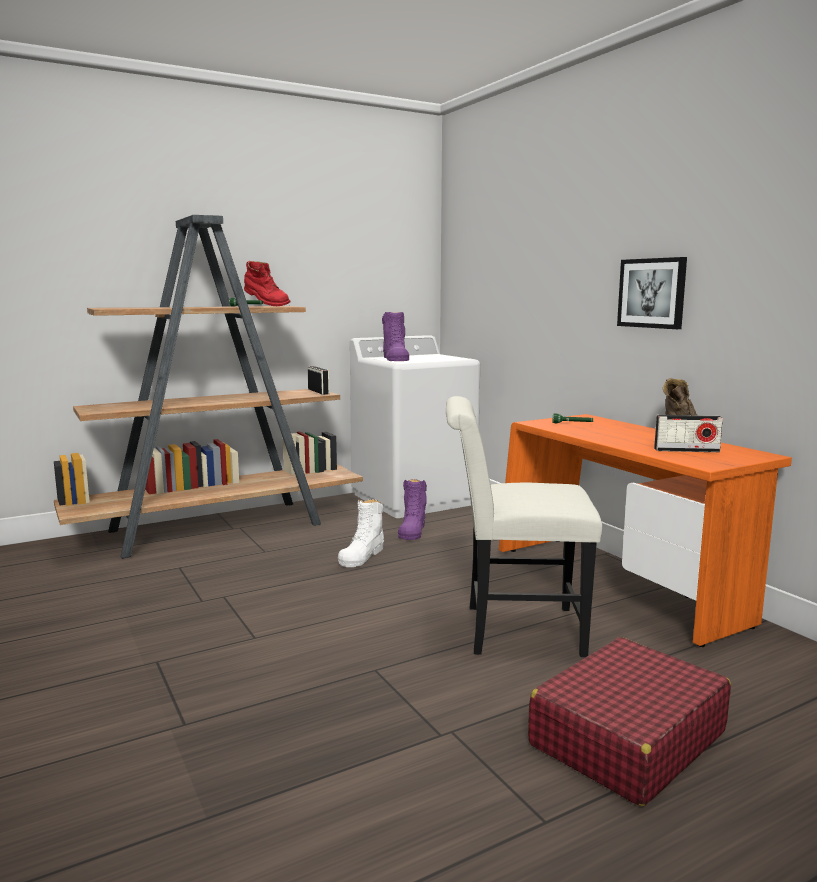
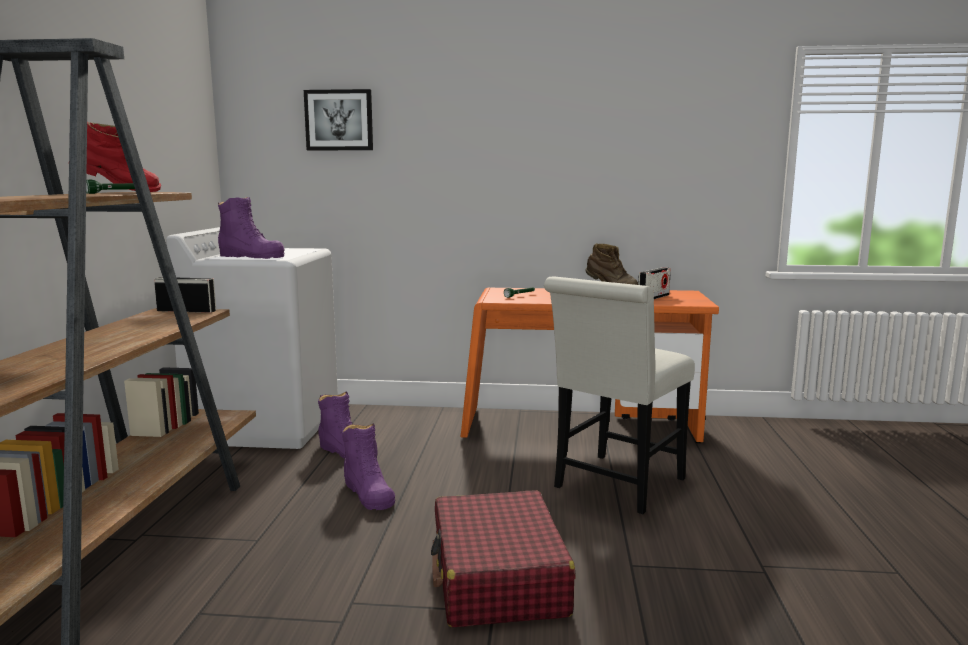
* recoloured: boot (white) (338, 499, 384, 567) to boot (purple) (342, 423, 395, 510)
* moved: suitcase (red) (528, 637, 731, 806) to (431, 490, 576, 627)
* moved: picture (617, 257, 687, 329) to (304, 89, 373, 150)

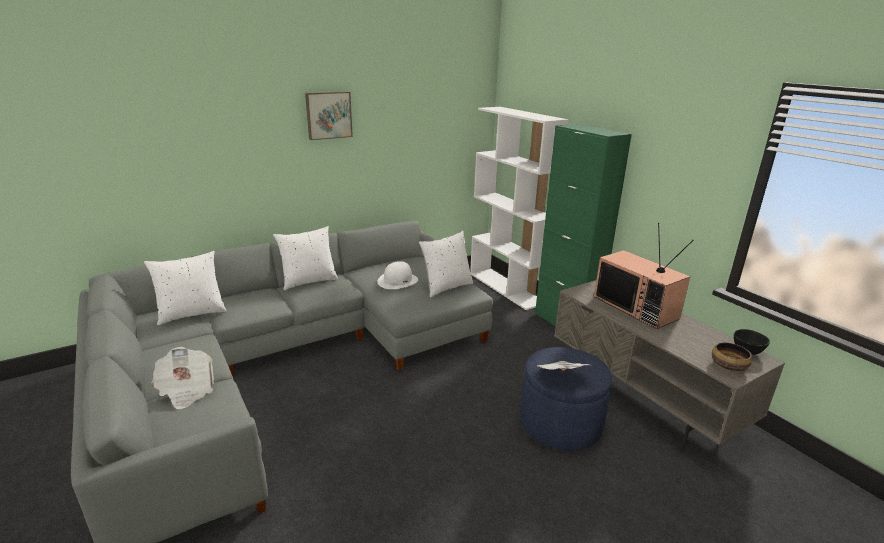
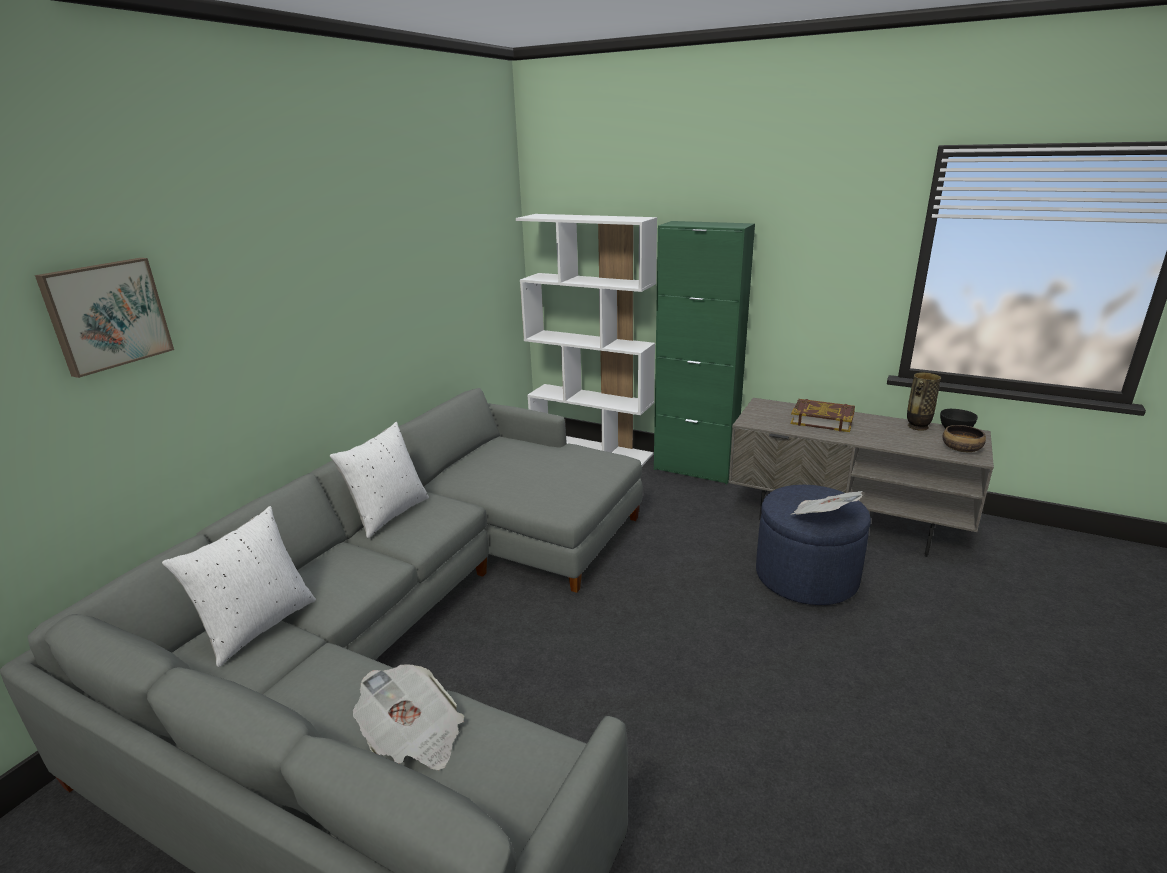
* moved: picture (305, 91, 353, 140) to (35, 258, 174, 378)
* removed: hat (white) (378, 261, 418, 289)
* removed: pillow (white) (419, 231, 473, 297)
* replaced: television (594, 223, 694, 329) to book (791, 399, 855, 432)
* added: vase (907, 372, 941, 431)

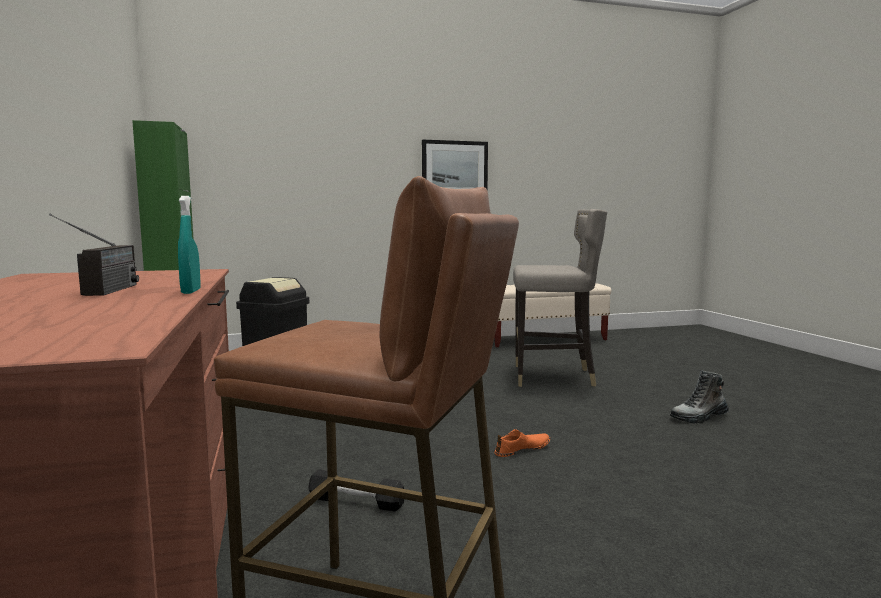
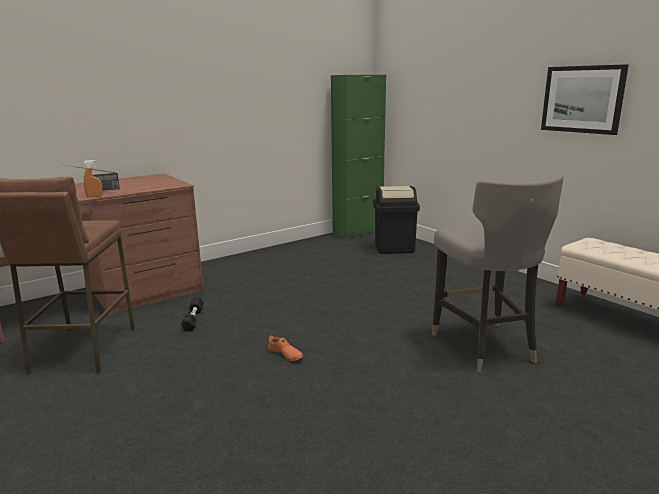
* recoloured: spray bottle (turquoise) (178, 196, 200, 294) to spray bottle (orange) (84, 160, 103, 198)
* removed: boot (670, 370, 729, 423)

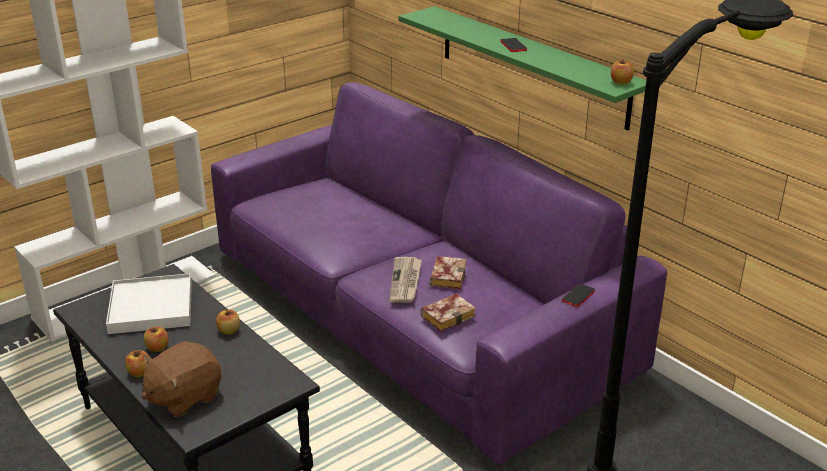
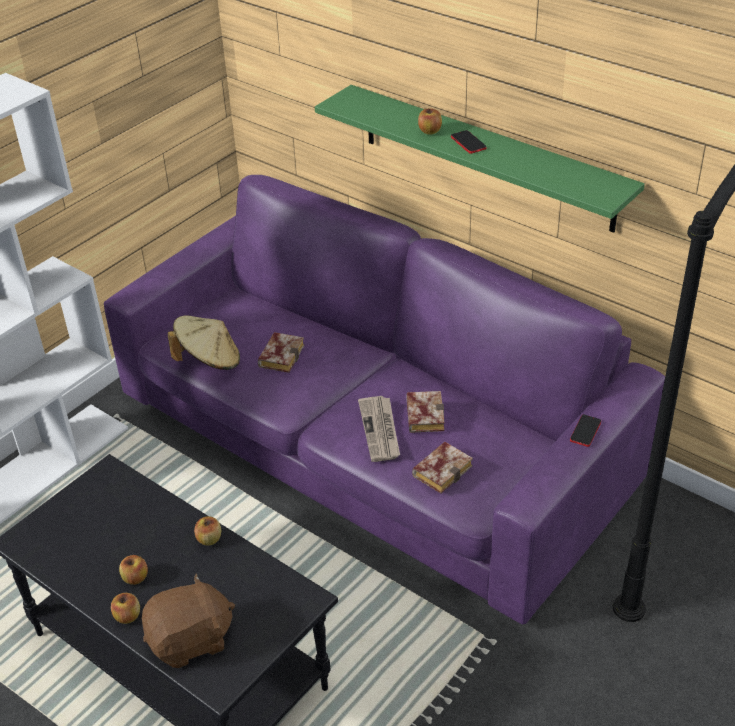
* removed: tray (white) (106, 273, 192, 334)
* turned: plush toy (brown) (142, 341, 221, 417) = (142, 573, 235, 668) 150 degrees counterclockwise
* moved: apple (611, 59, 634, 85) to (418, 108, 442, 135)
* added: hat (beige) (168, 316, 240, 370)
* added: book (258, 332, 304, 373)

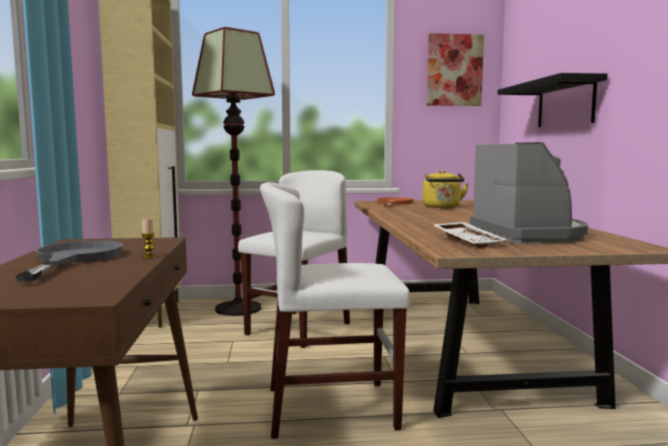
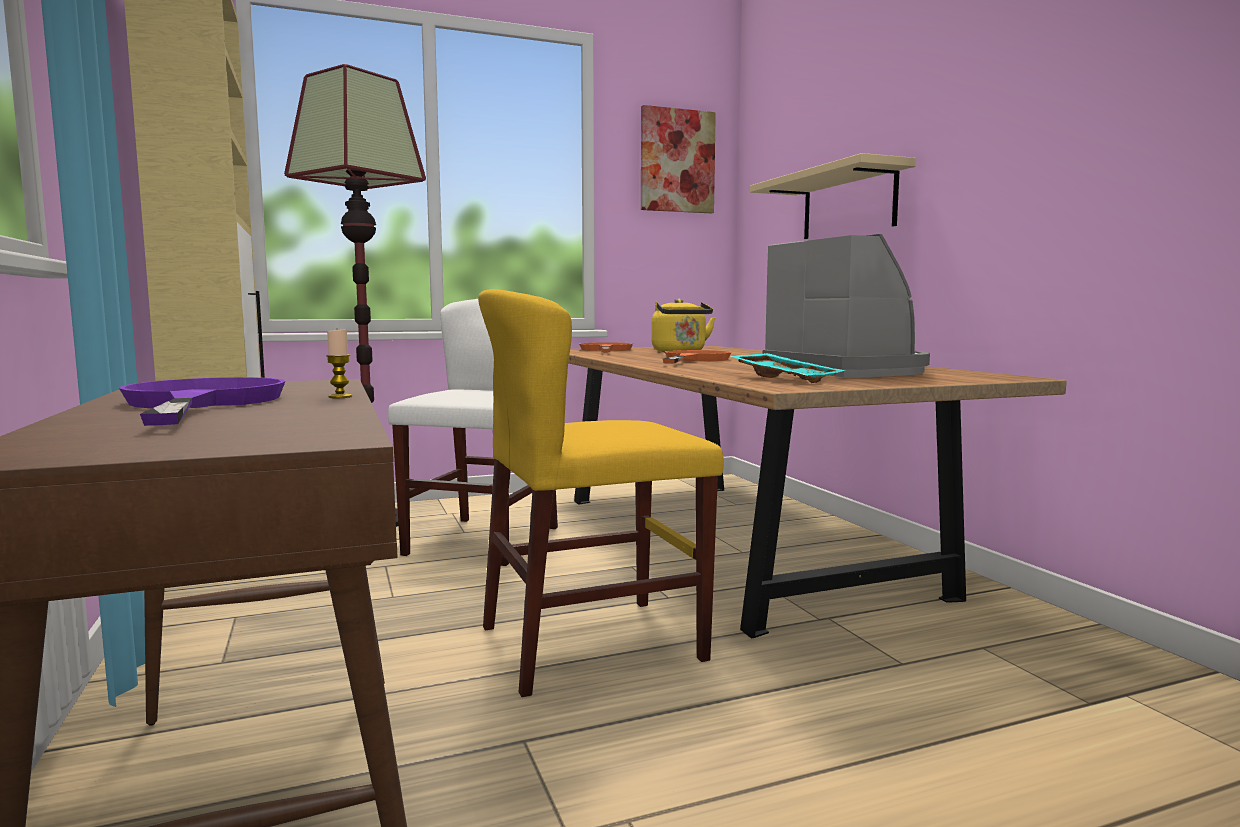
* recoloured: frying pan (grey) (15, 240, 123, 282) to frying pan (purple) (119, 377, 286, 426)
* recoloured: chair (white) (260, 182, 411, 439) to chair (yellow) (478, 289, 724, 697)
* recoloured: tray (white) (433, 222, 508, 248) to tray (turquoise) (730, 353, 846, 383)
* recoloured: shelf (black) (497, 73, 608, 127) to shelf (beige) (750, 153, 916, 239)
* added: frying pan (orange) (663, 350, 731, 364)

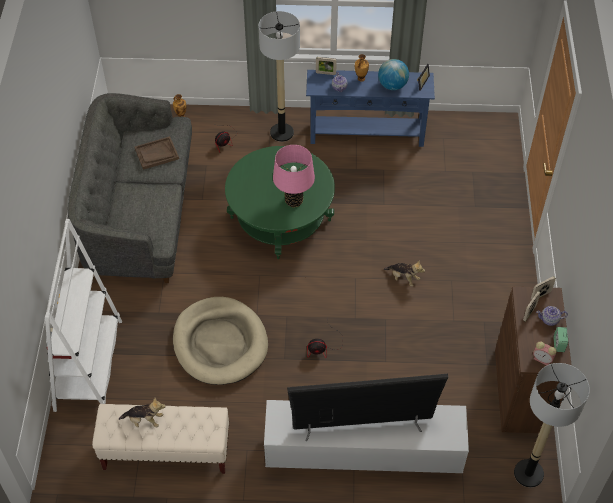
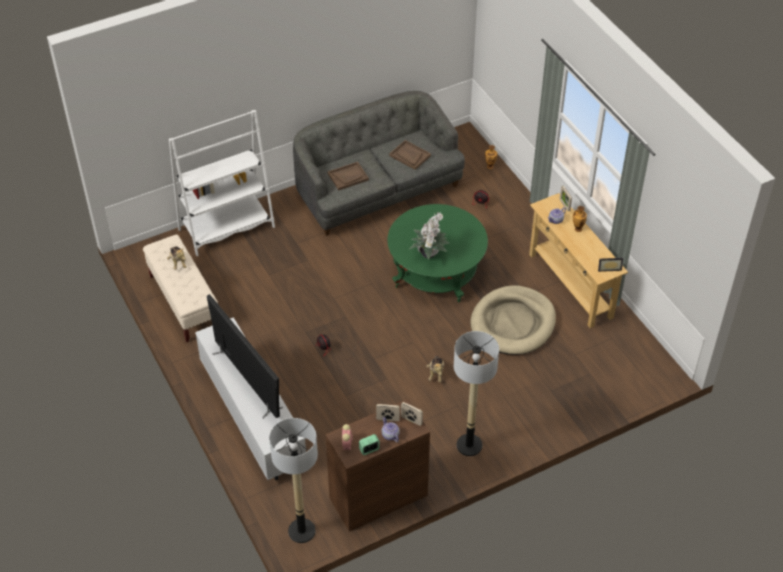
* moved: dog bed (beige) (173, 297, 268, 385) to (470, 285, 556, 355)
* moved: floor lamp (259, 11, 300, 142) to (454, 331, 499, 456)
* replaced: table lamp (pink) (273, 145, 315, 207) to potted plant (410, 212, 450, 260)
* recoloured: console table (blue) (306, 70, 435, 147) to console table (beige) (529, 193, 628, 328)
* removed: globe (378, 59, 409, 90)
* added: tray (brown) (328, 162, 369, 191)

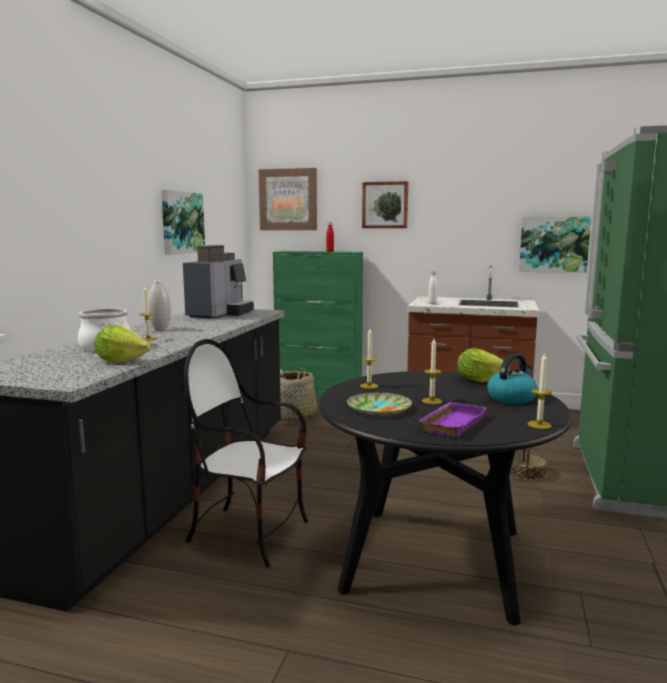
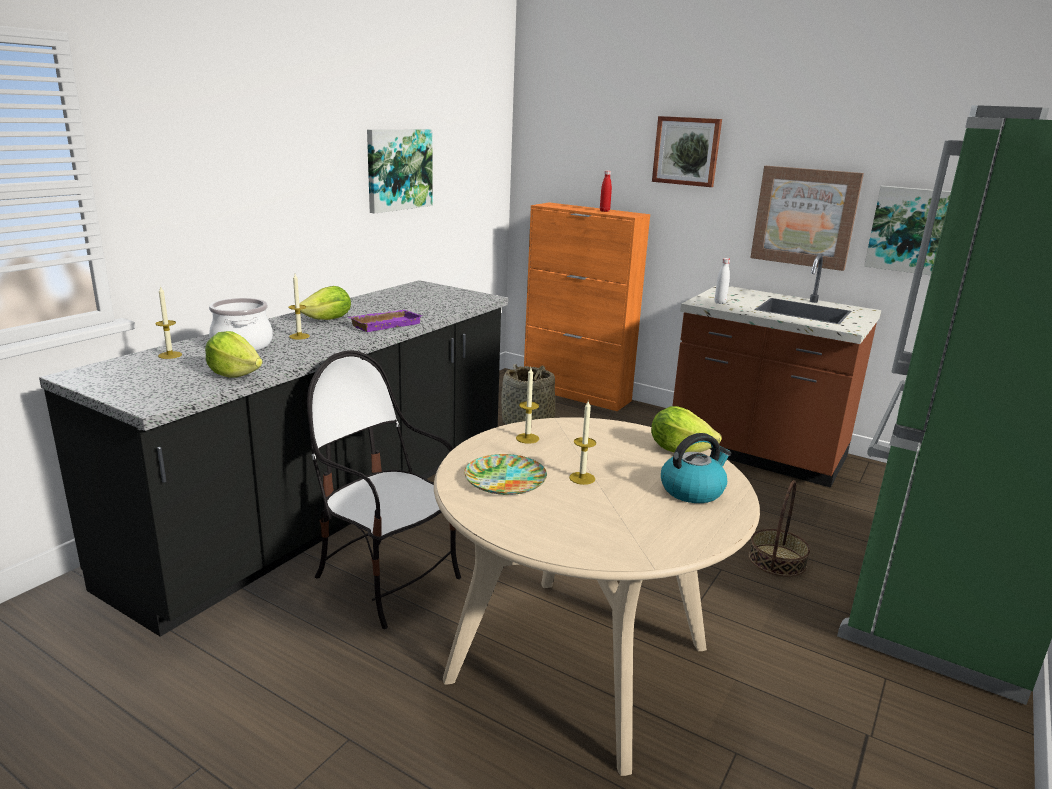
* replaced: vase (white) (148, 280, 171, 331) to lettuce (299, 286, 351, 320)
* removed: coffee machine (183, 245, 254, 319)
* moved: picture (259, 168, 317, 230) to (750, 166, 864, 271)
* recoloured: cabinet (green) (273, 251, 363, 398) to cabinet (orange) (524, 202, 650, 411)
* recoloured: dining table (black) (318, 371, 572, 626) to dining table (beige) (434, 417, 760, 776)
* moved: tray (purple) (418, 402, 487, 437) to (349, 310, 422, 332)
* moved: candle (528, 353, 552, 429) to (155, 285, 182, 359)

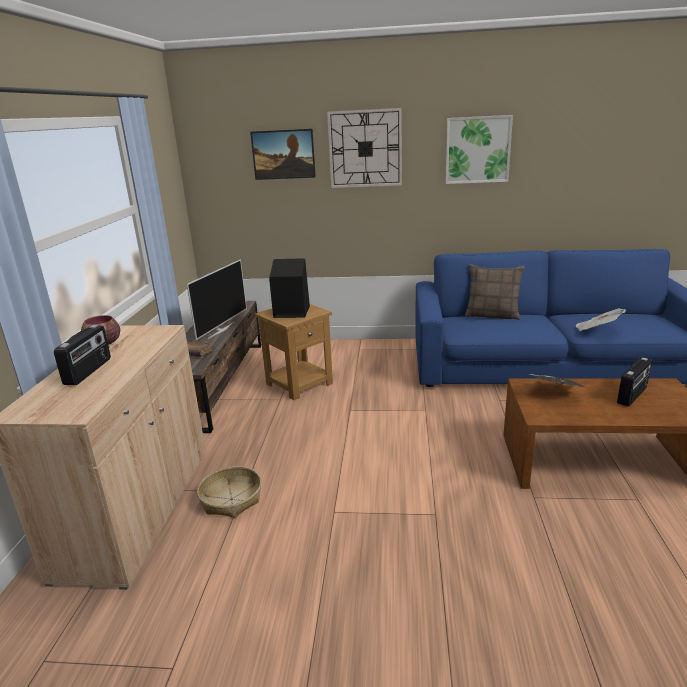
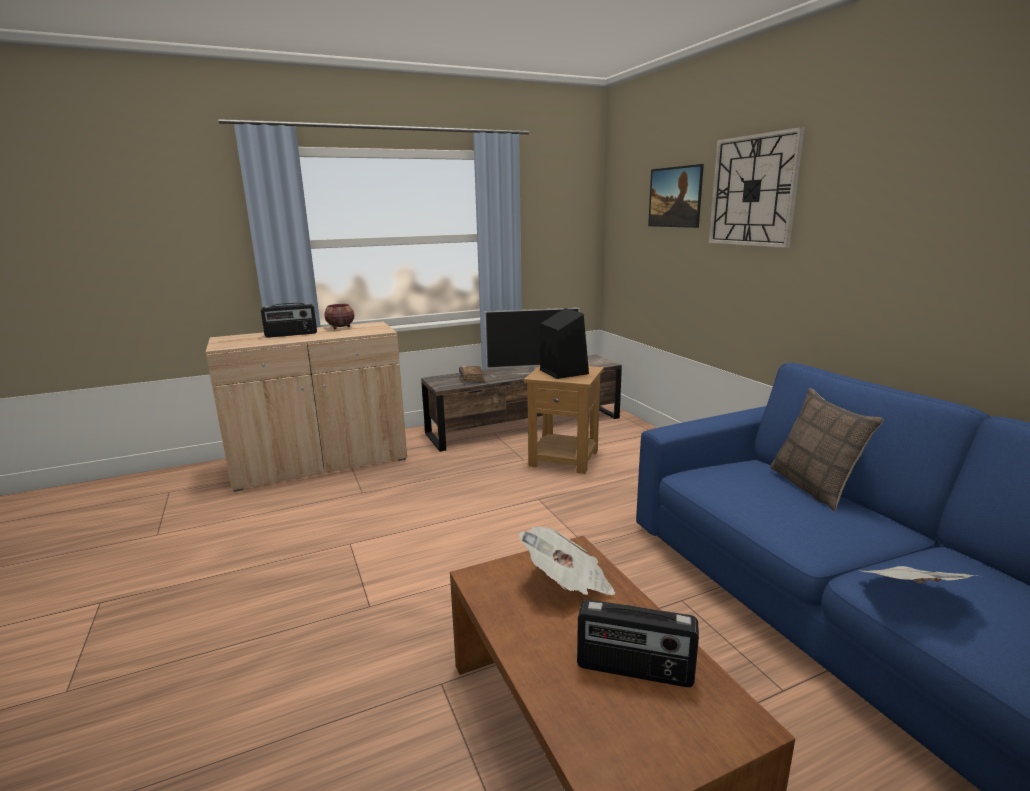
* removed: basket (197, 466, 261, 518)
* removed: picture (445, 115, 513, 184)

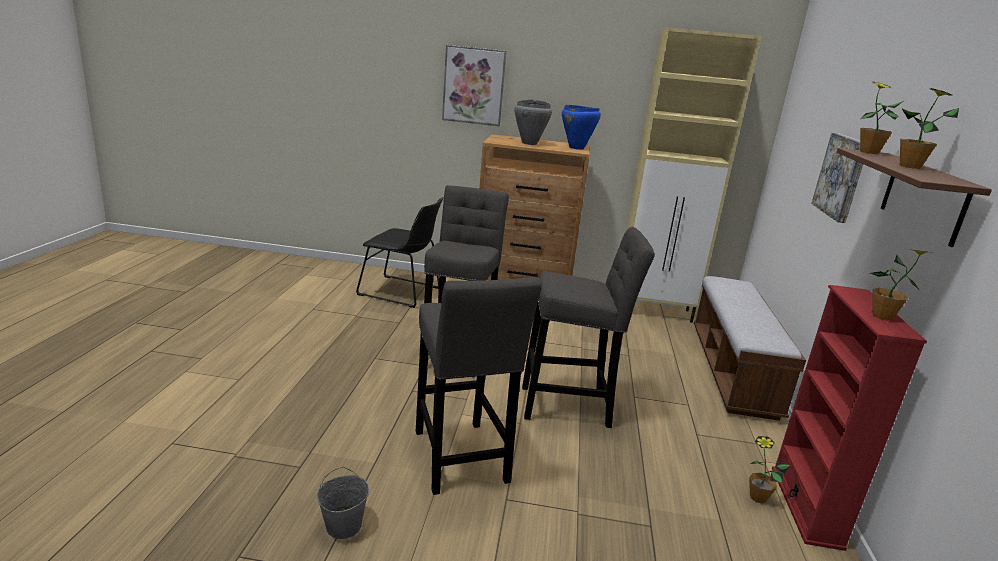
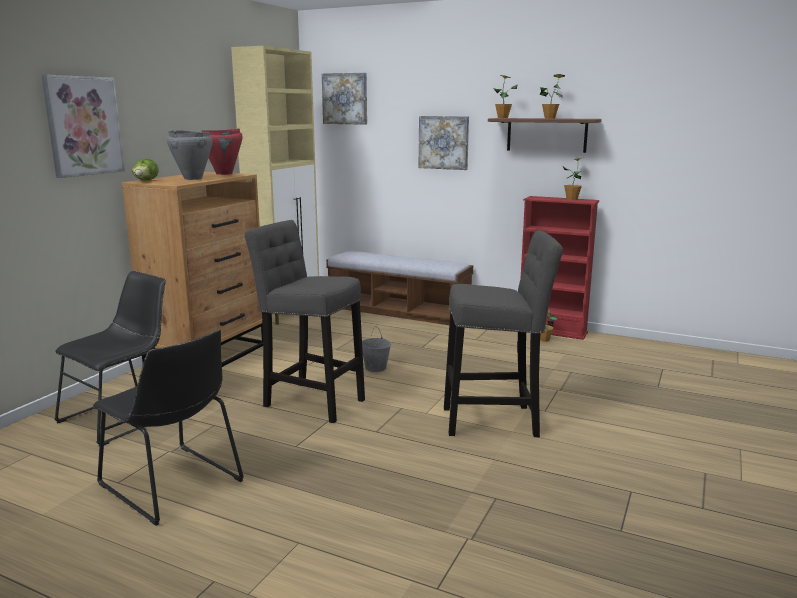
* moved: bucket (grey) (317, 467, 369, 539) to (362, 326, 391, 372)
* removed: stool (grey) (522, 227, 655, 428)
* recoloured: cooking pot (blue) (562, 105, 601, 150) to cooking pot (red) (201, 128, 242, 175)
* added: chair (black) (93, 329, 244, 526)
* added: lettuce (132, 159, 159, 181)
* added: picture (322, 73, 367, 125)

